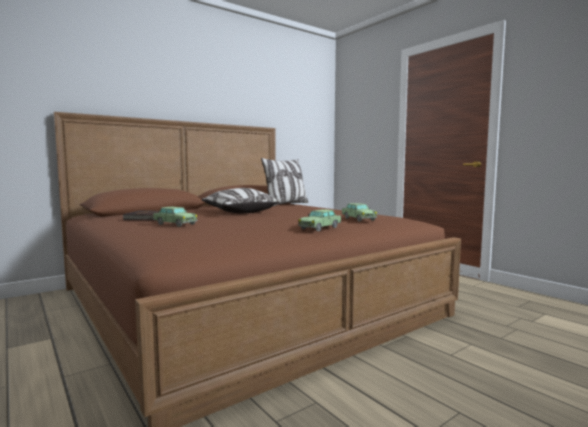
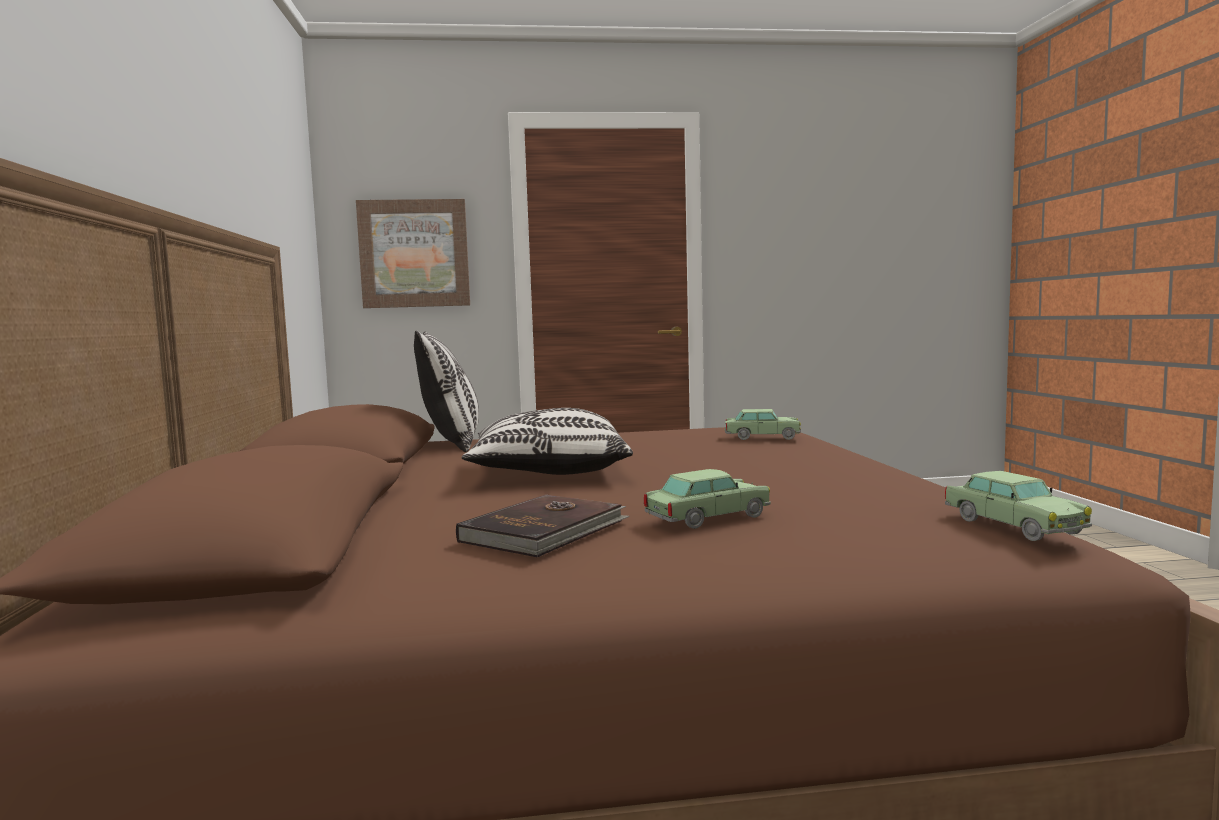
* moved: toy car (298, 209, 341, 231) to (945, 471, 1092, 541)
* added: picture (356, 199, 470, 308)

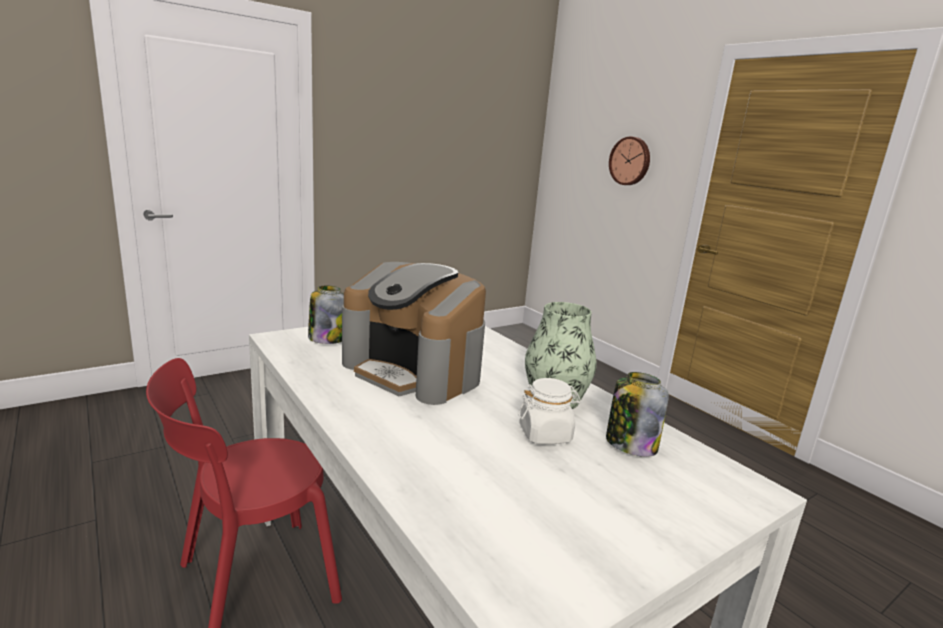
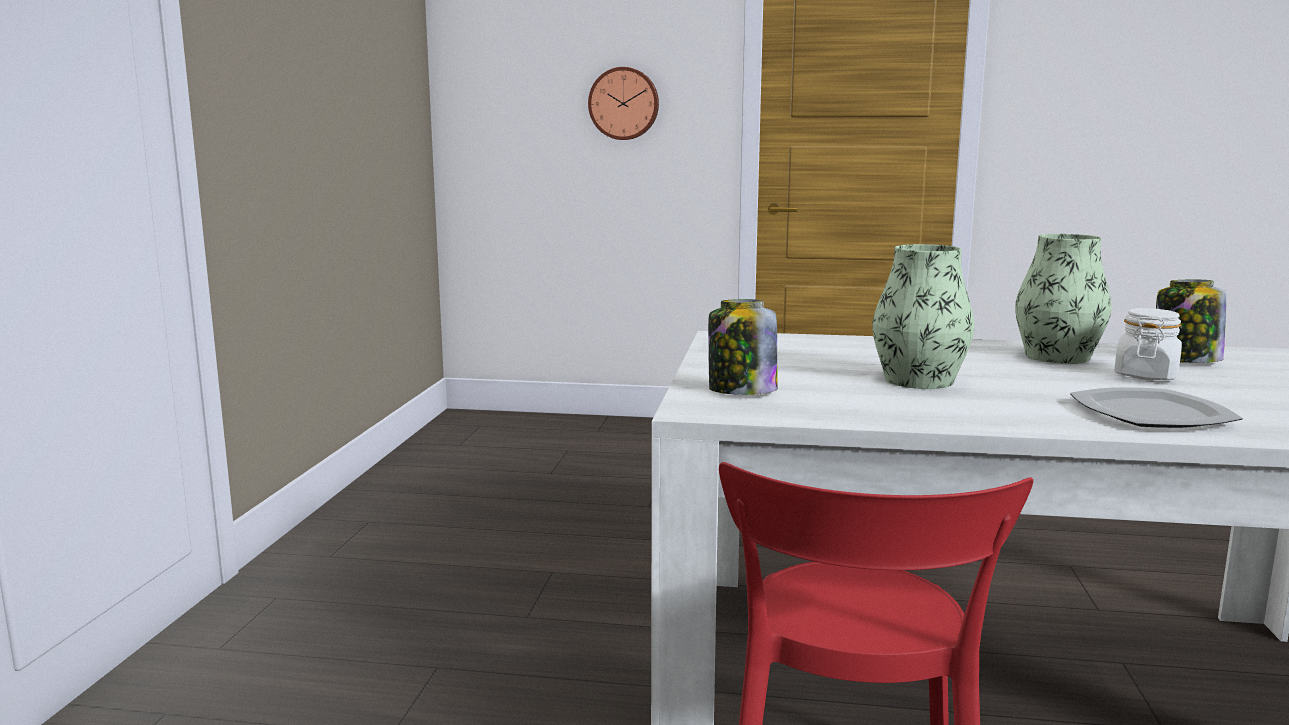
* replaced: coffee machine (342, 262, 486, 405) to vase (872, 244, 975, 389)
* added: plate (1070, 387, 1243, 428)

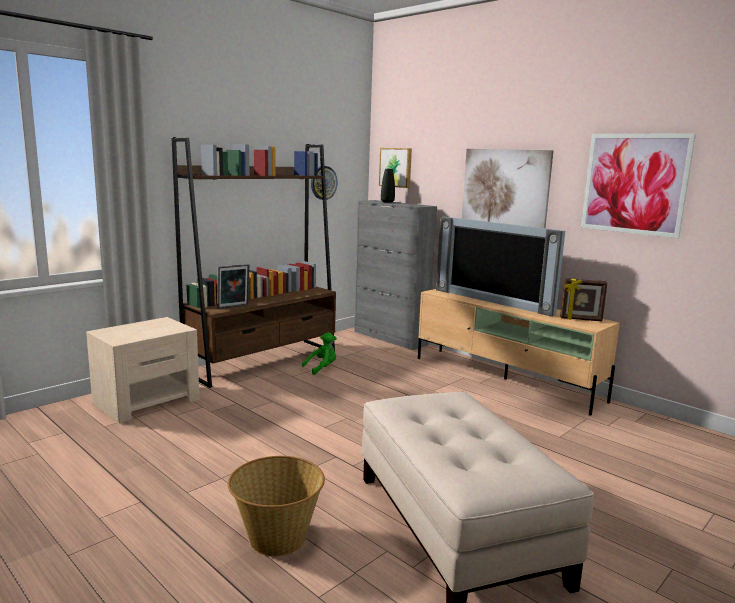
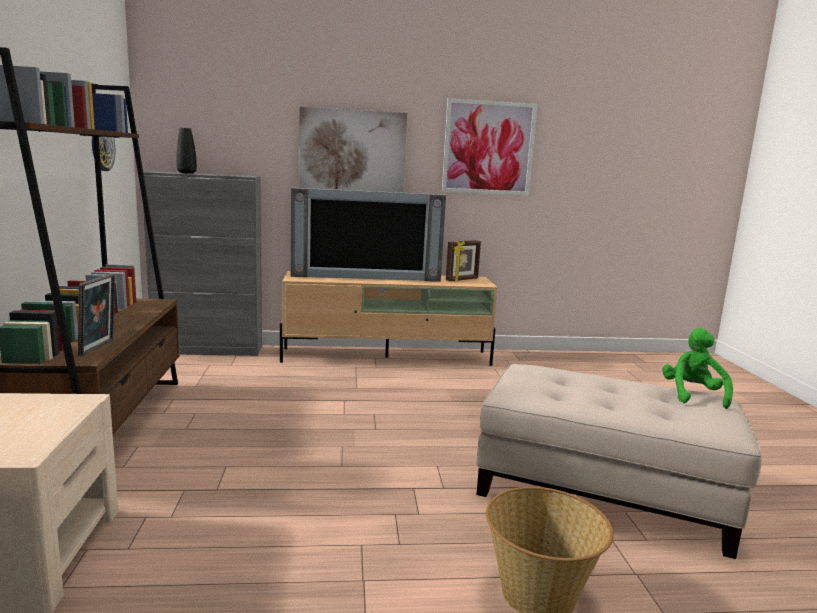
* moved: plush toy (green) (302, 332, 337, 375) to (662, 328, 733, 409)
* removed: picture (379, 148, 412, 188)

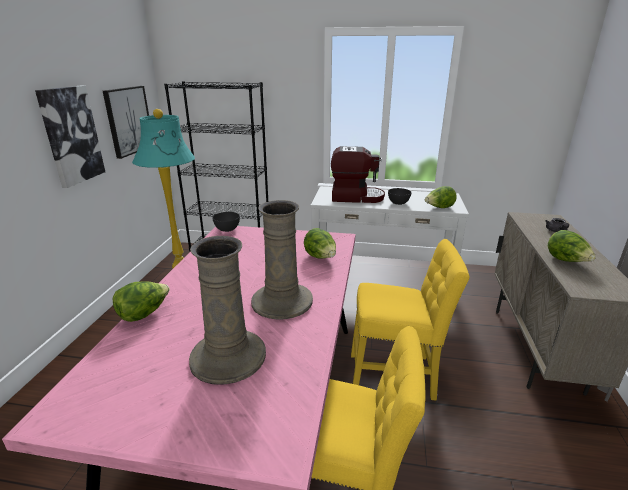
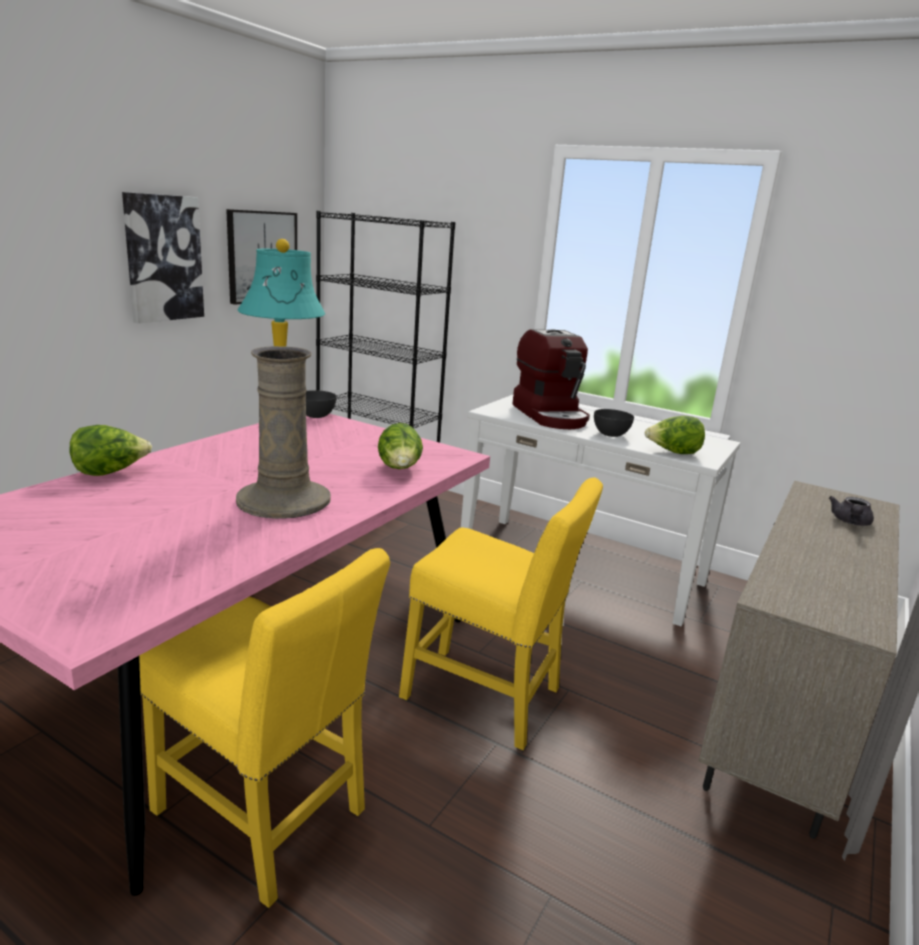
* removed: vase (beige) (189, 236, 266, 385)
* turned: coffee machine (331, 146, 385, 203) = (512, 329, 590, 429) 45 degrees clockwise
* removed: lettuce (548, 230, 596, 262)

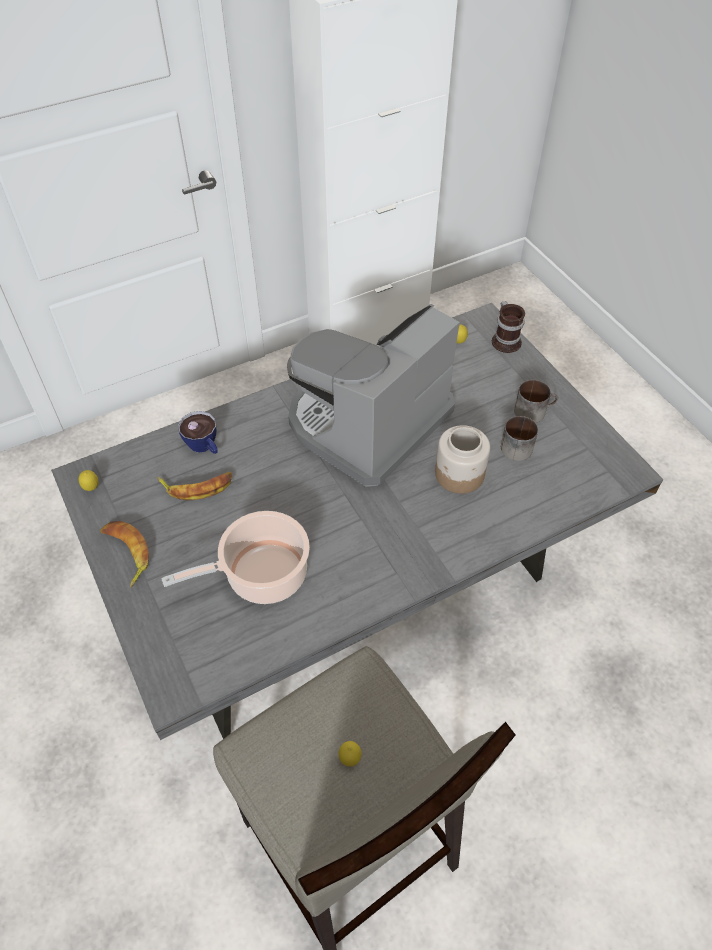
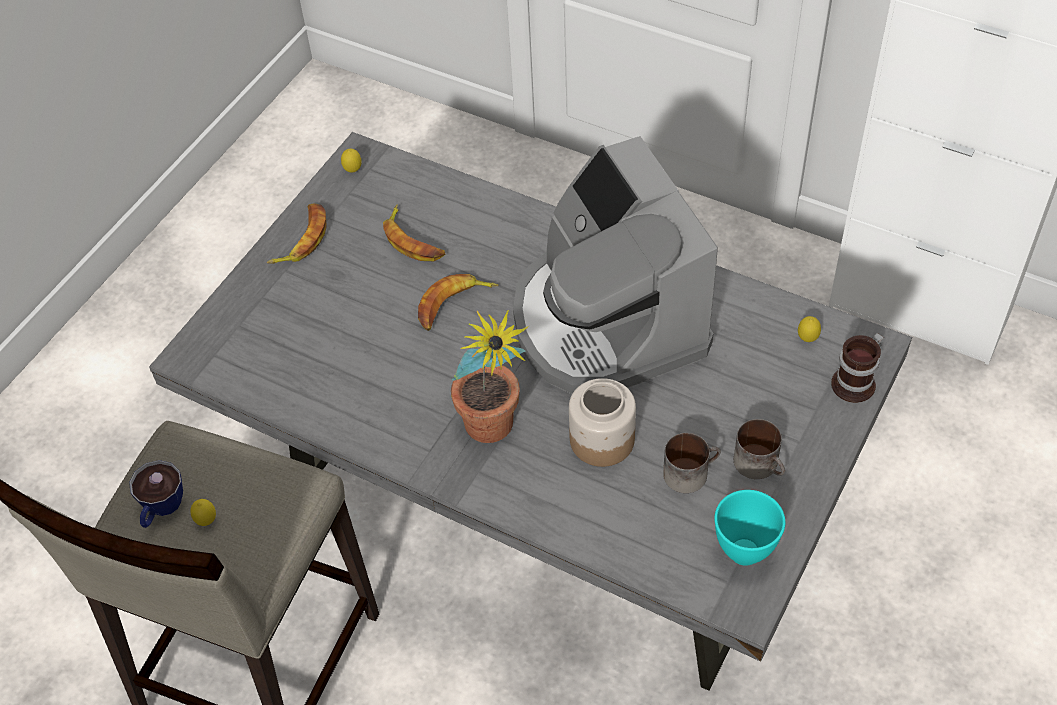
* removed: cooking pot (161, 511, 310, 604)
* moved: cup (178, 411, 218, 454) to (129, 460, 183, 528)
* turned: coffee machine (287, 304, 460, 487) = (513, 136, 718, 394) 120 degrees counterclockwise
* added: banana (418, 274, 499, 331)
* added: potted plant (451, 310, 529, 443)
* added: bowl (turquoise) (714, 490, 785, 566)

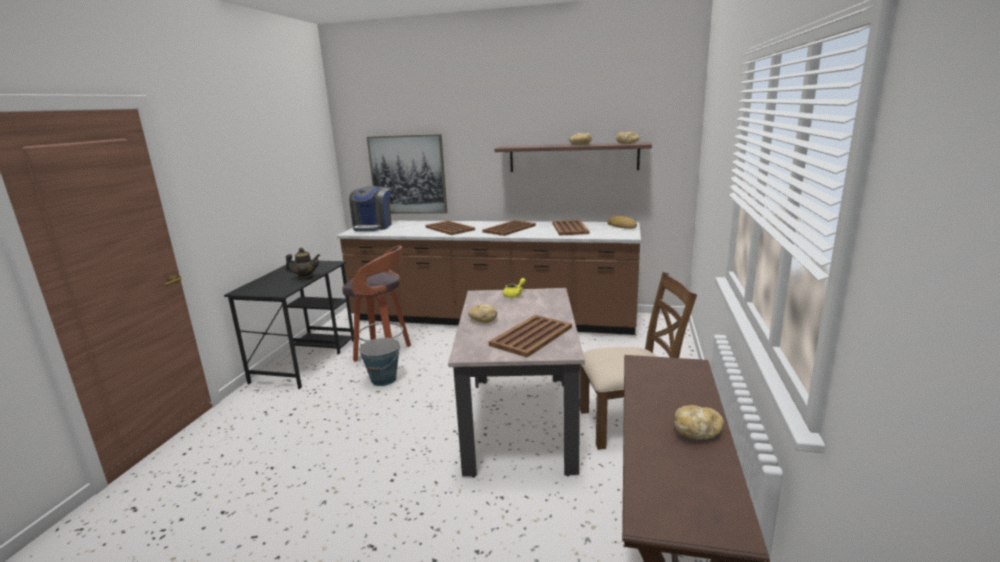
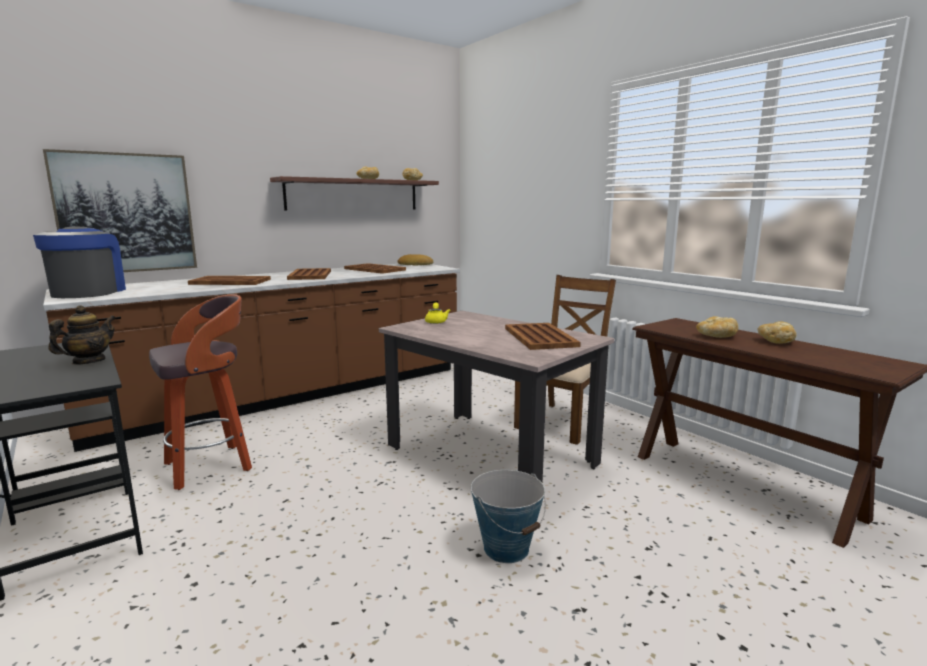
* turned: coffee machine (349, 186, 392, 231) = (33, 227, 126, 298) 150 degrees counterclockwise
* moved: bucket (359, 338, 400, 386) to (471, 470, 546, 563)
* moved: bread (468, 303, 497, 323) to (696, 316, 739, 338)

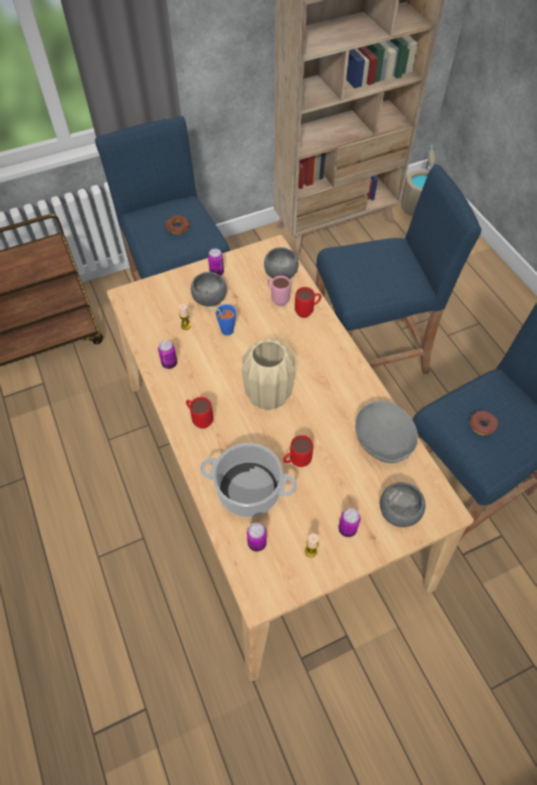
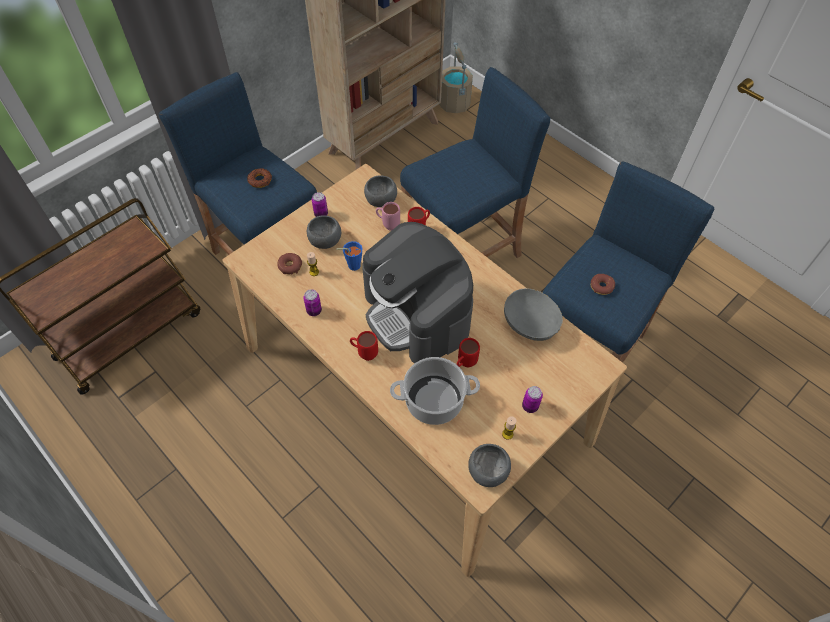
* replaced: vase (beige) (242, 339, 295, 410) to coffee machine (362, 222, 473, 364)
* removed: can (247, 523, 267, 552)
* moved: bowl (grey) (380, 482, 426, 527) to (468, 444, 511, 487)
* added: donut (277, 253, 302, 275)

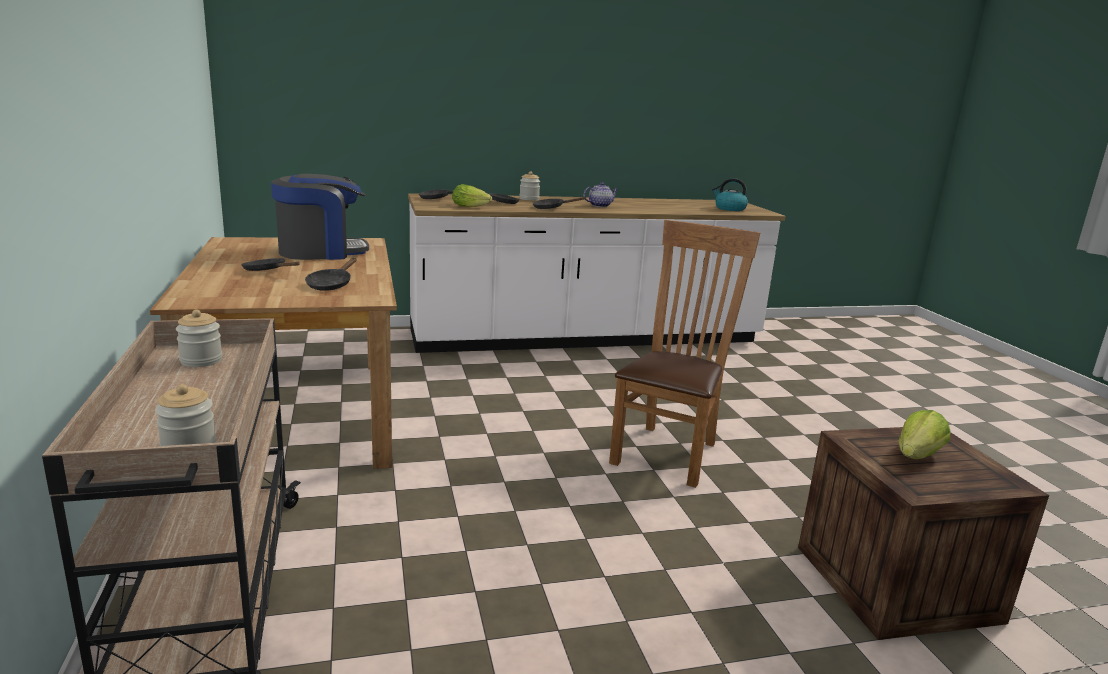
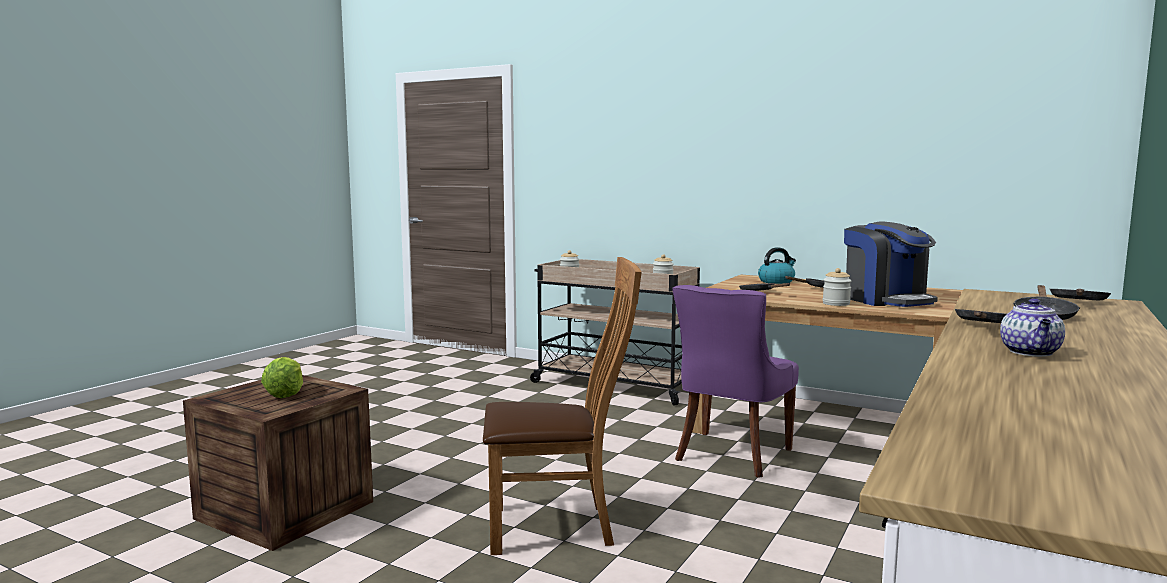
* turned: coffee machine (271, 174, 369, 260) = (844, 222, 938, 307) 45 degrees counterclockwise
* removed: lettuce (452, 184, 492, 207)
* moved: jar (519, 171, 540, 201) to (823, 268, 852, 306)
* turned: chair (brown) (609, 220, 760, 488) = (483, 257, 642, 555) 75 degrees counterclockwise
* moved: kettle (712, 178, 748, 211) to (758, 247, 796, 284)
* added: chair (purple) (672, 285, 799, 478)

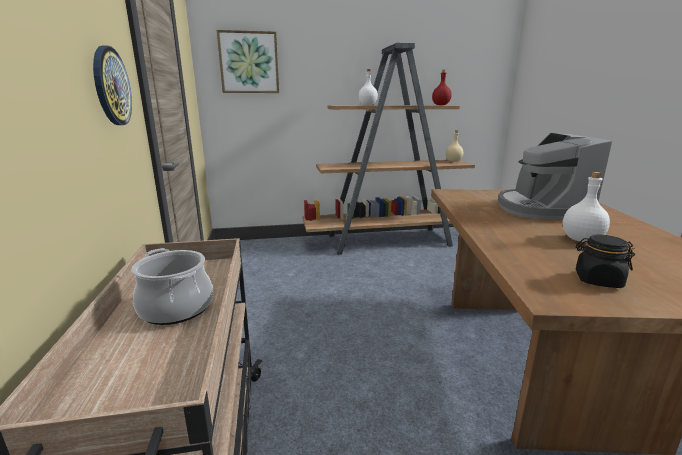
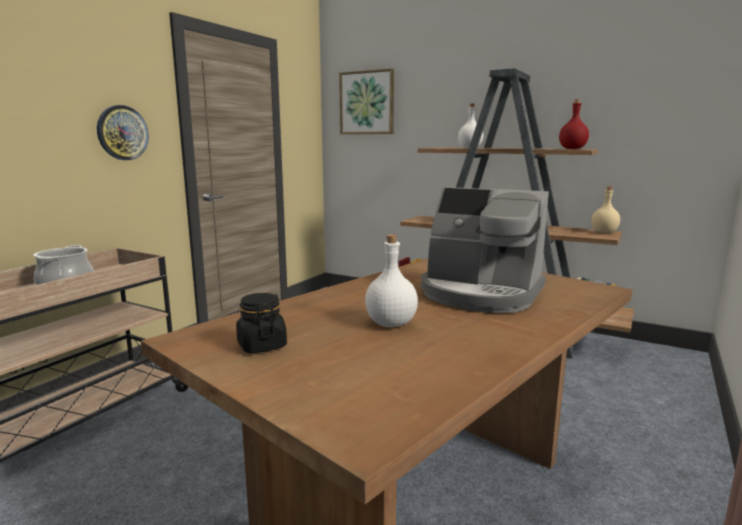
* turned: coffee machine (498, 133, 612, 220) = (421, 187, 549, 313) 105 degrees counterclockwise

